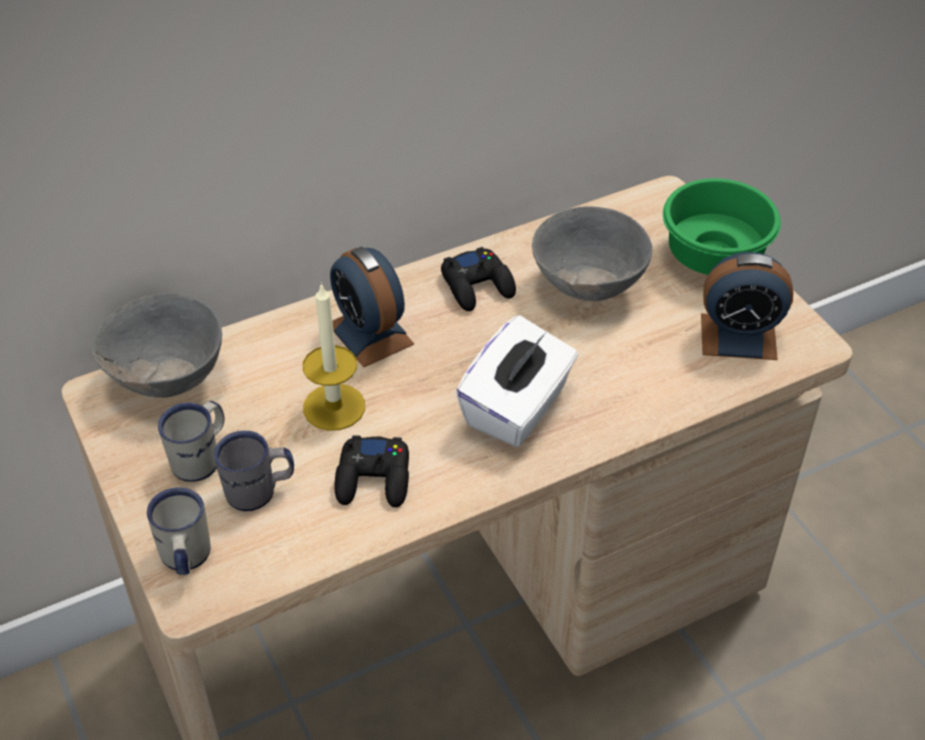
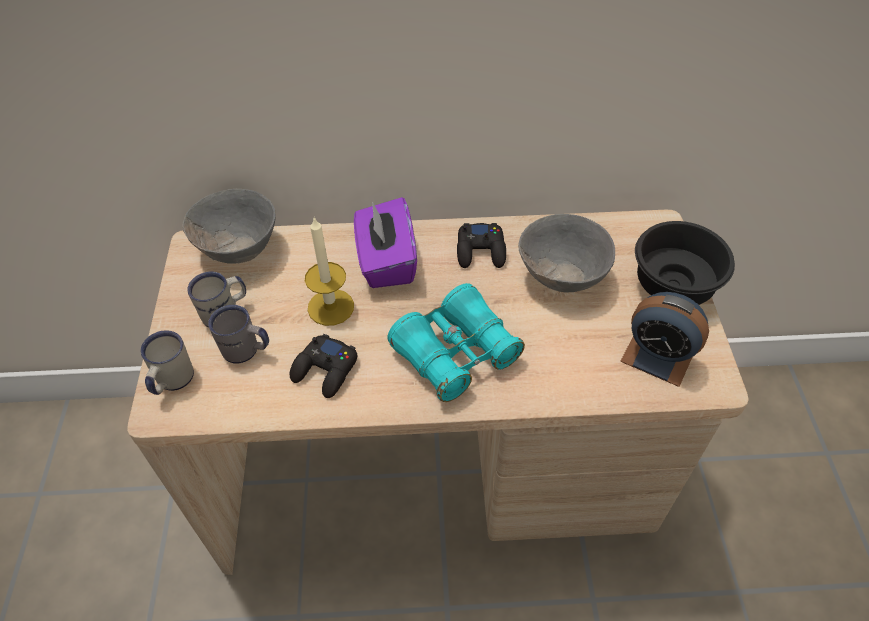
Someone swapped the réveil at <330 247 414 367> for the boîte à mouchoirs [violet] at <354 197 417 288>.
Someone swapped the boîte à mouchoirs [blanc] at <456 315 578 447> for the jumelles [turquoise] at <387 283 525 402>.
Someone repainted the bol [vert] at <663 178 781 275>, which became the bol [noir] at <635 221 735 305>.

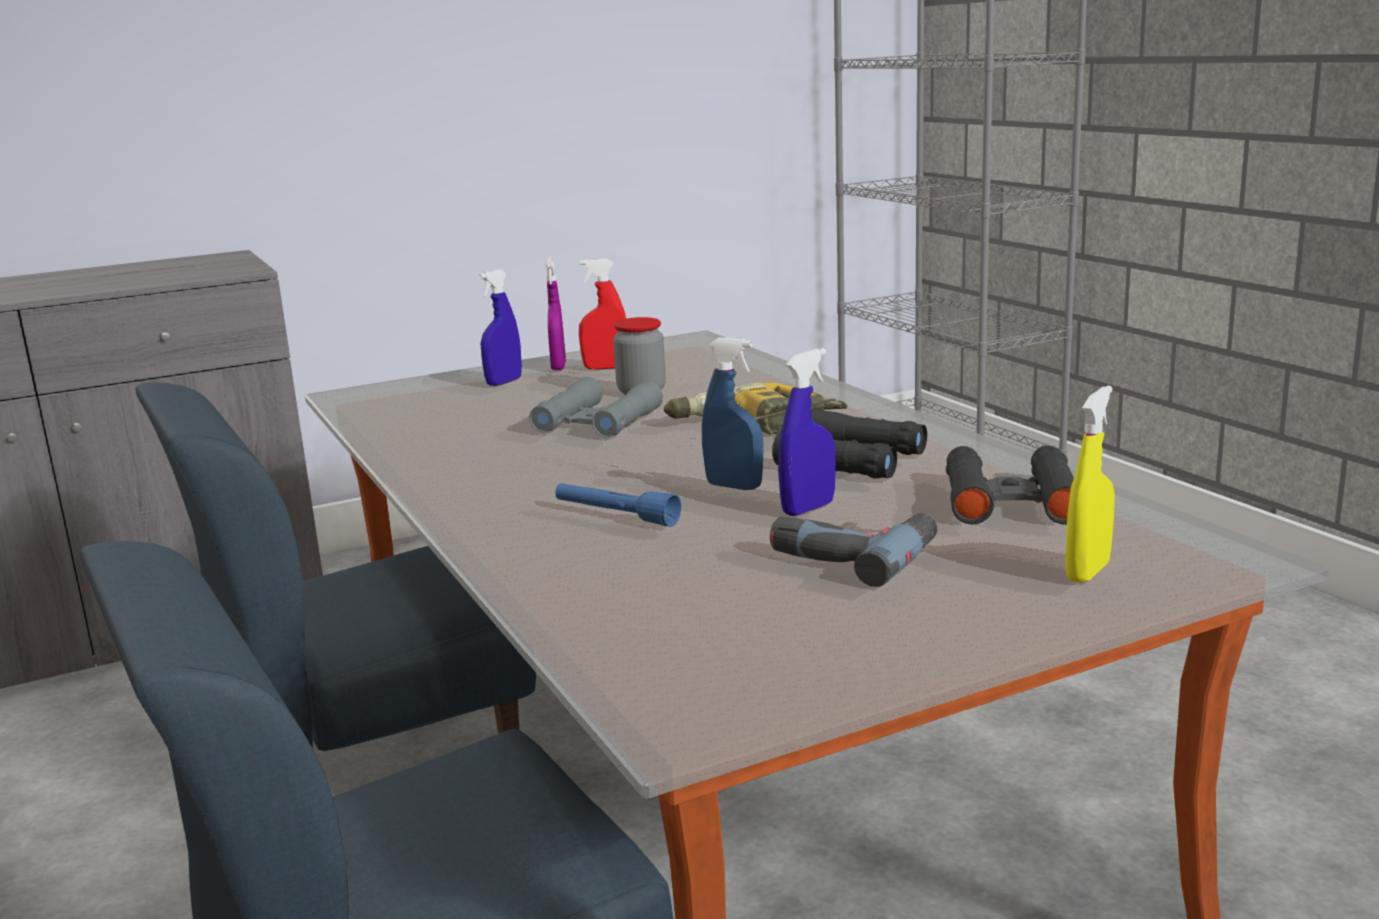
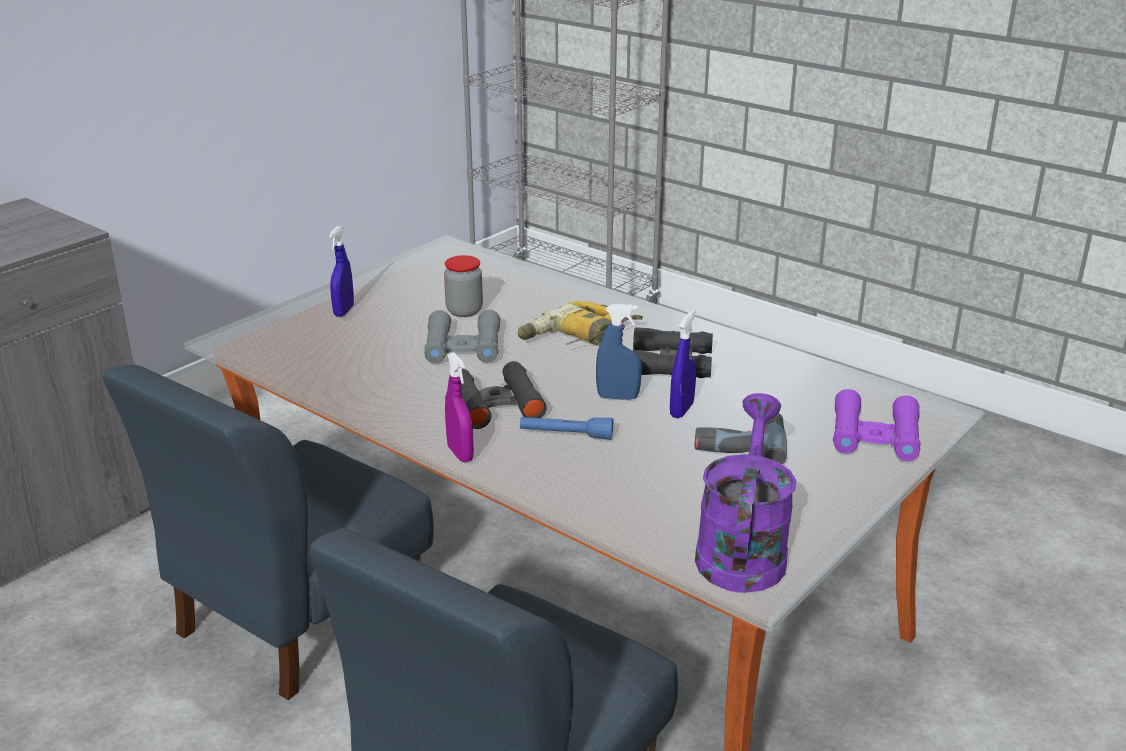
Someone carried the vaporisateur [violet] from <546 258 566 370> to <445 352 474 462>.
Someone carried the jumelles [noir] from <946 446 1074 525> to <461 361 547 429>.
Someone put down the arrosoir [violet] at <695 393 796 593>.
Someone swapped the vaporisateur [jaune] at <1065 385 1115 583> for the jumelles [violet] at <833 389 921 461>.
Someone took away the vaporisateur [rouge] at <579 258 626 370>.

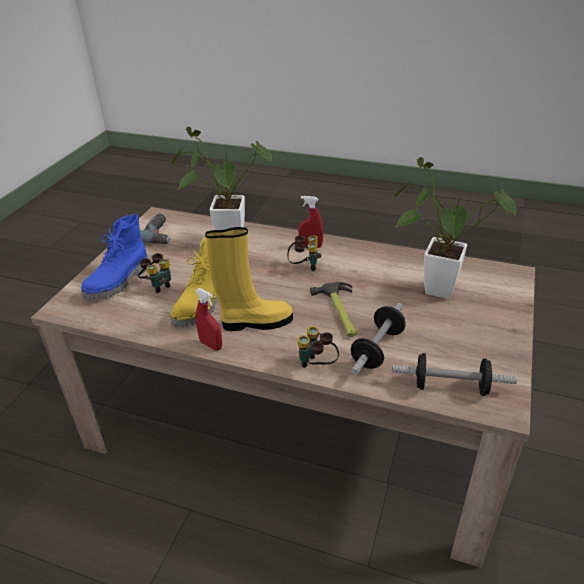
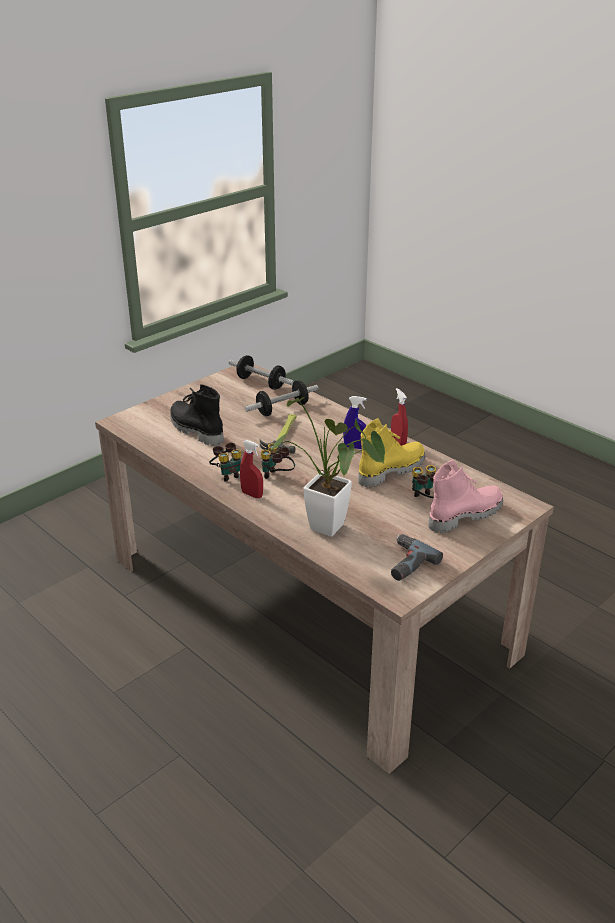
Someone swapped the plante en pot at <393 157 516 299> for the botte [noir] at <170 384 224 446>.
Someone carried the jumelles from <298 326 339 368> to <209 443 241 482>.
Someone swapped the botte [jaune] at <205 227 293 331> for the vaporisateur [bleu] at <343 396 367 449>.
Someone repainted the botte [bleu] at <81 214 148 300>, which became the botte [rose] at <428 460 503 533>.

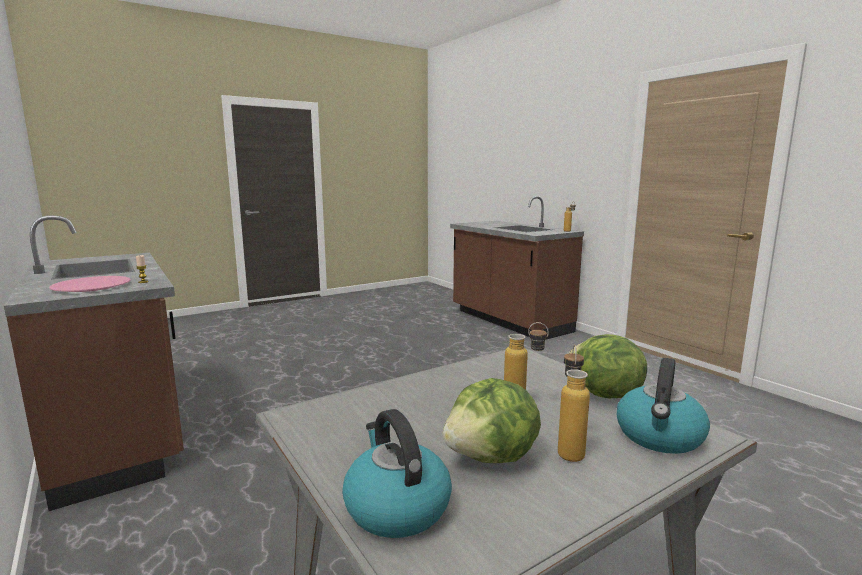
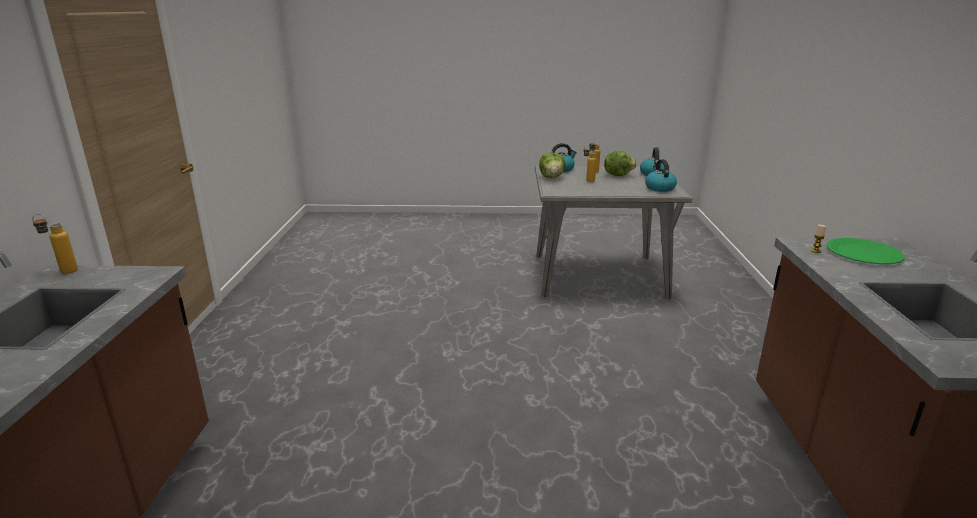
Someone put down the bouilloire at <645 159 677 192>.
Someone repainted the assiette [rose] at <49 276 131 292>, which became the assiette [vert] at <826 238 905 264>.

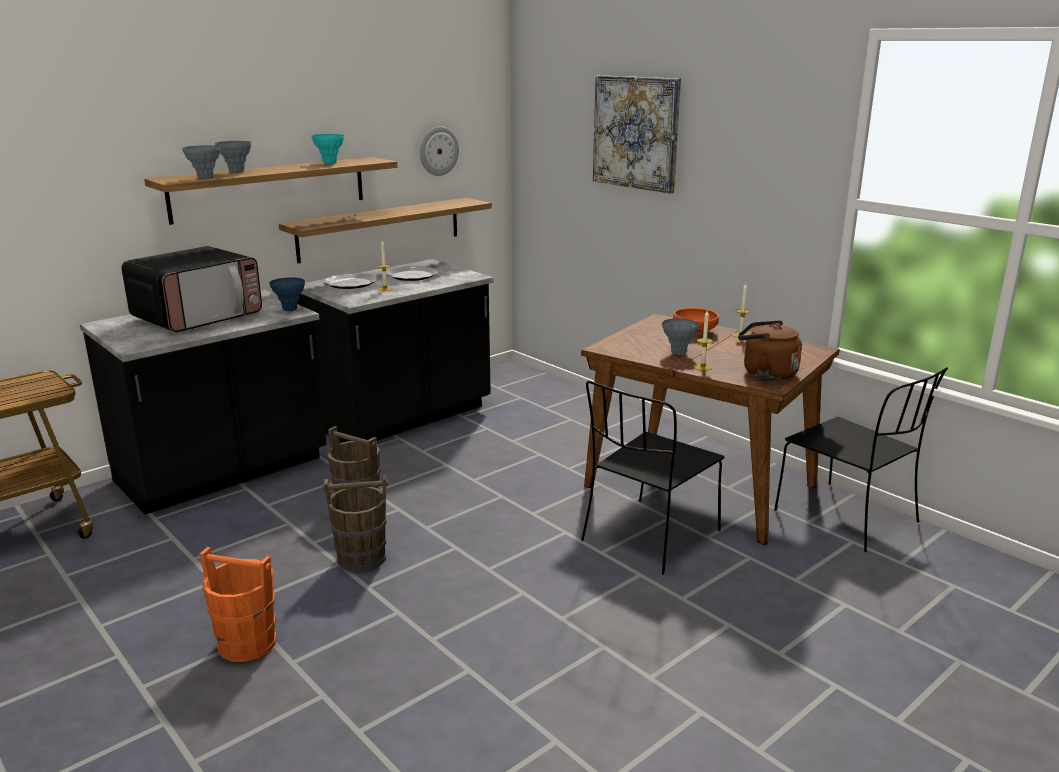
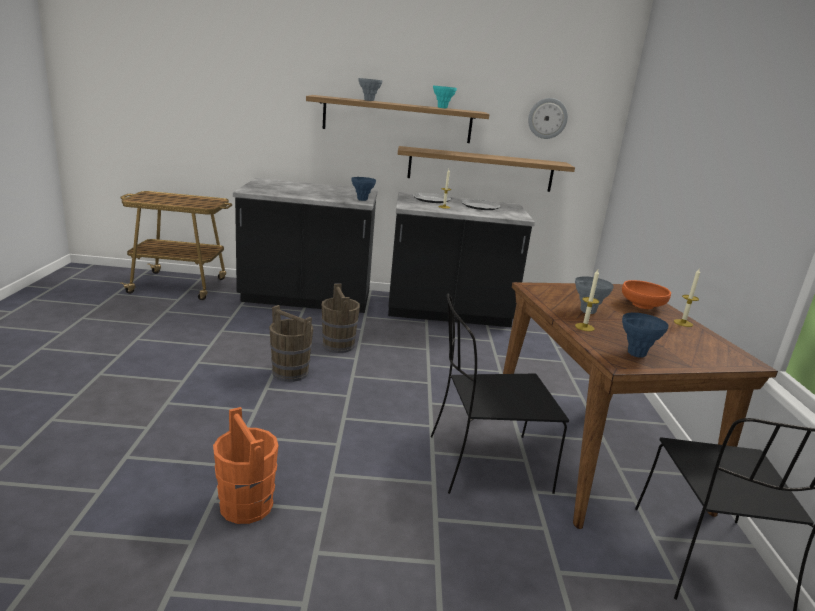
Someone carried the seau [orange] from <199 547 276 662> to <213 407 278 524>.
Someone swapped the bouilloire [marron] at <738 320 802 380> for the vase [bleu] at <622 313 668 358>.
Someone took away the micro-ondes at <121 246 262 332>.
Someone took away the vase [gris] at <182 145 220 179>.
Someone took away the tableau at <593 75 681 194>.

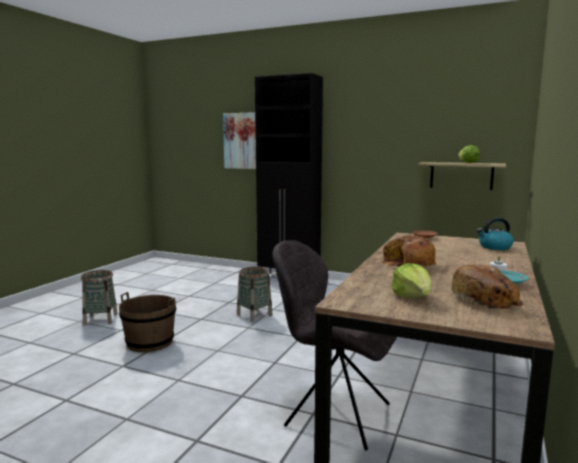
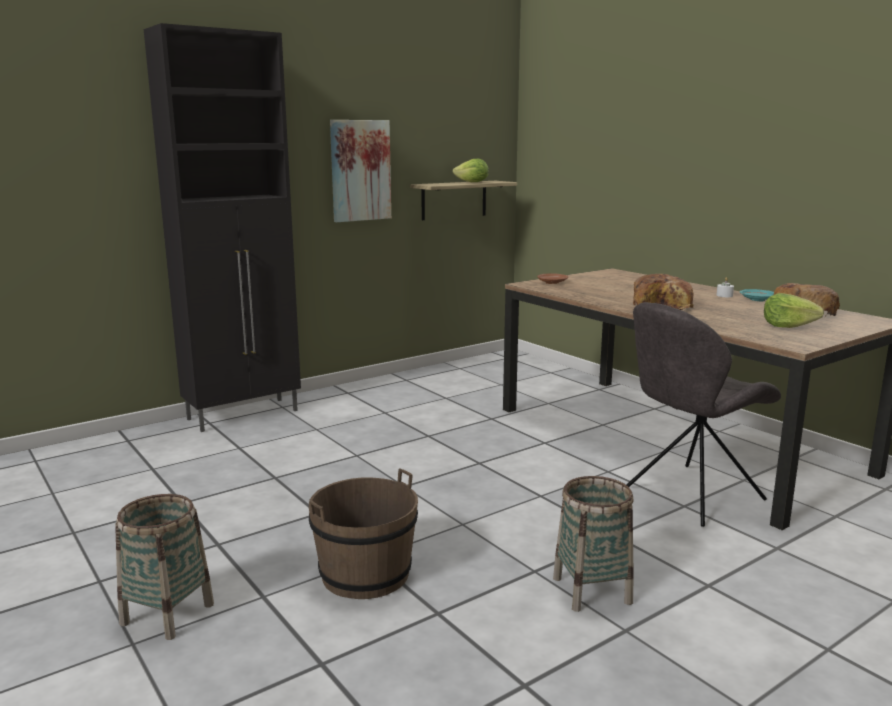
Someone carried the tableau from <223 112 256 169> to <330 120 391 222>.
Someone carried the panier from <237 267 273 322> to <553 476 634 612>.
Someone took away the bouilloire at <477 218 514 250>.

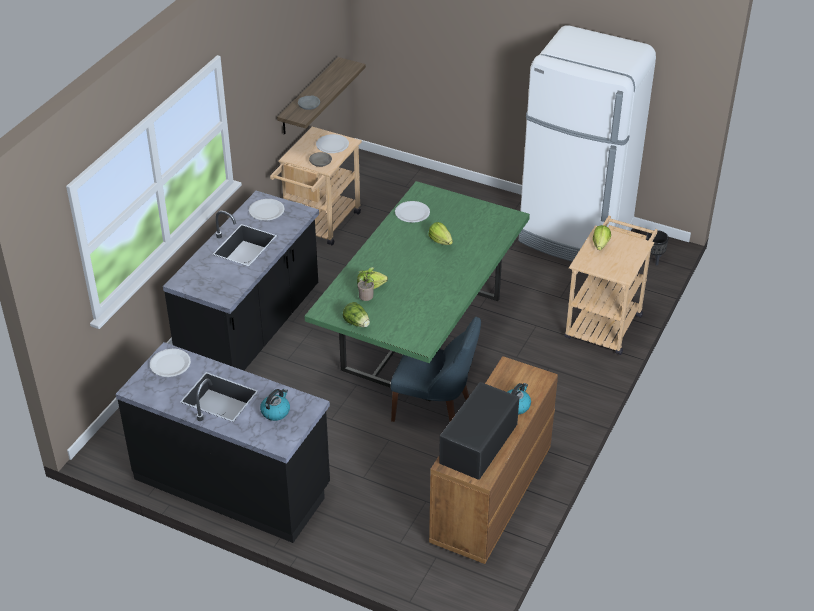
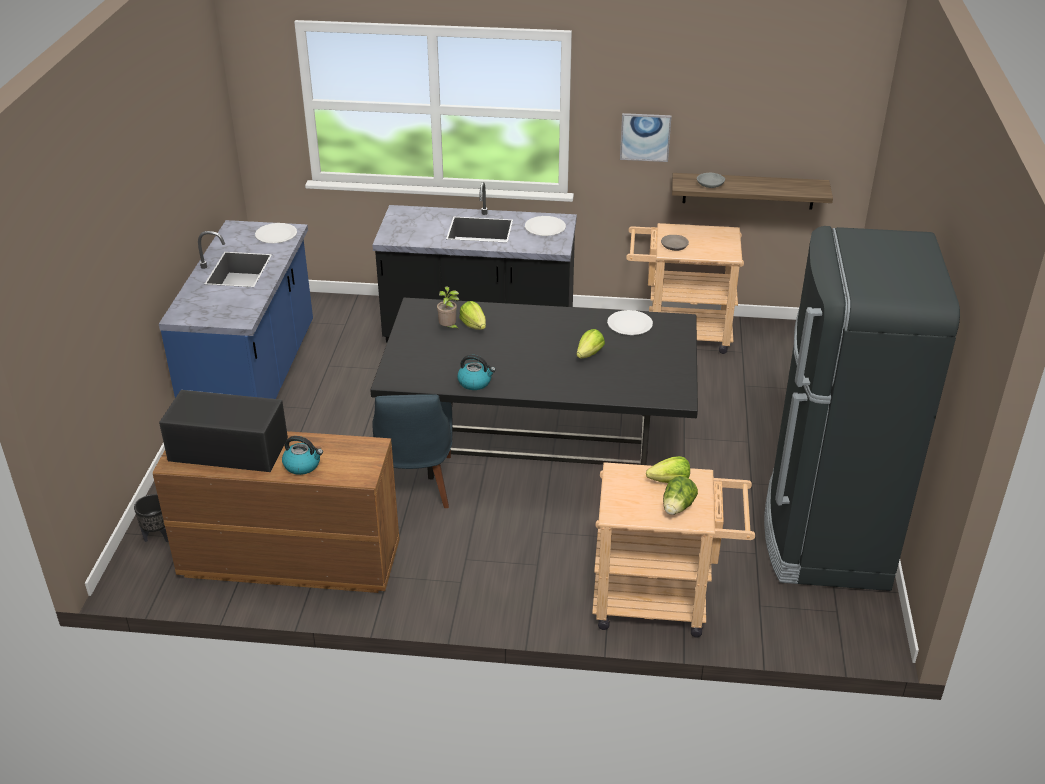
Someone carried the cache-pot [noir] from <646 230 669 266> to <134 494 169 542>.
Someone repainted the comptoir de cuisine [noir] at <115 342 330 543>, which became the comptoir de cuisine [bleu] at <159 220 313 399>.
Someone repainted the table à manger [vert] at <304 181 530 402>, which became the table à manger [noir] at <370 298 698 480>.
Someone carried the bouilloire from <260 389 290 421> to <457 355 496 390>.
Someone put up the tableau at <620 113 672 162>.
Someone carried the laitue from <343 302 370 327> to <663 476 698 515>.
Someone repainted the réfrigérateur [blanc] at <518 26 656 261>, which became the réfrigérateur [noir] at <764 226 960 591>.
Someone took away the assiette [blanc] at <316 134 349 153>.

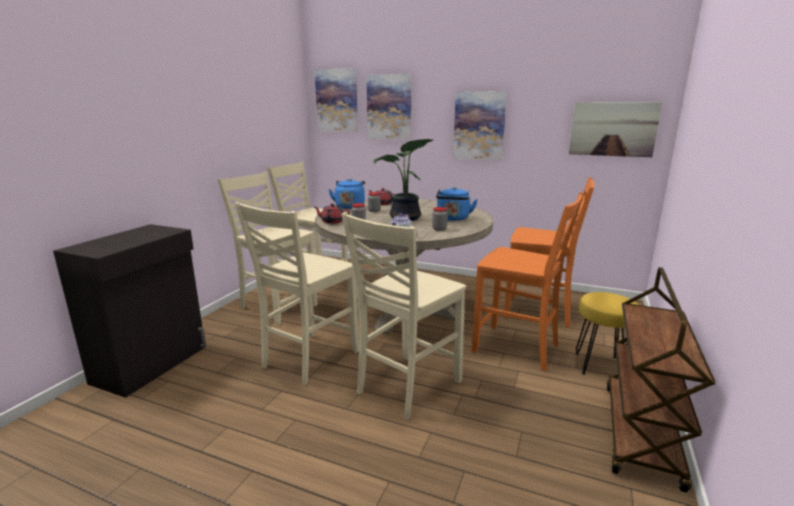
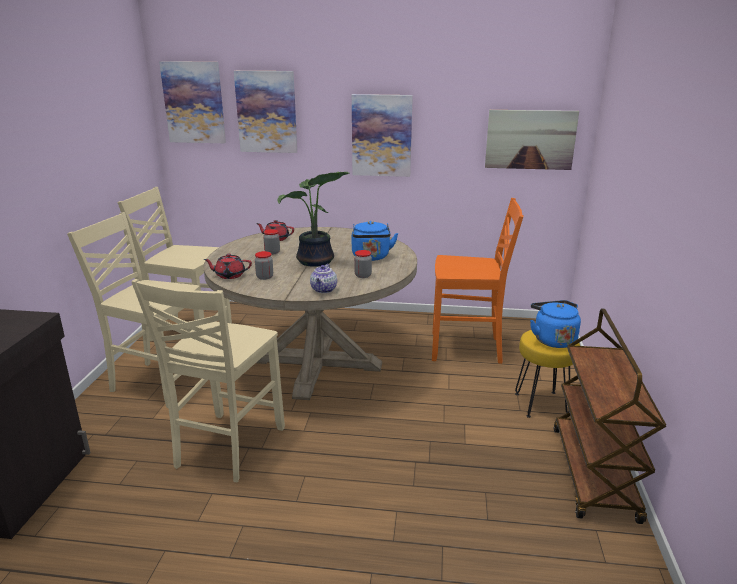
Someone carried the bouilloire [bleu] from <328 179 365 209> to <530 300 581 348>.
Someone took away the chaise [beige] at <341 213 466 420>.
Someone took away the chaise [orange] at <472 192 584 371>.

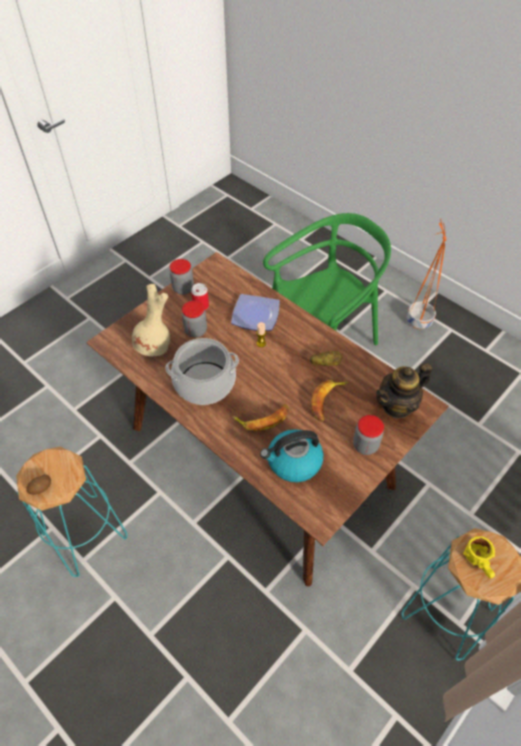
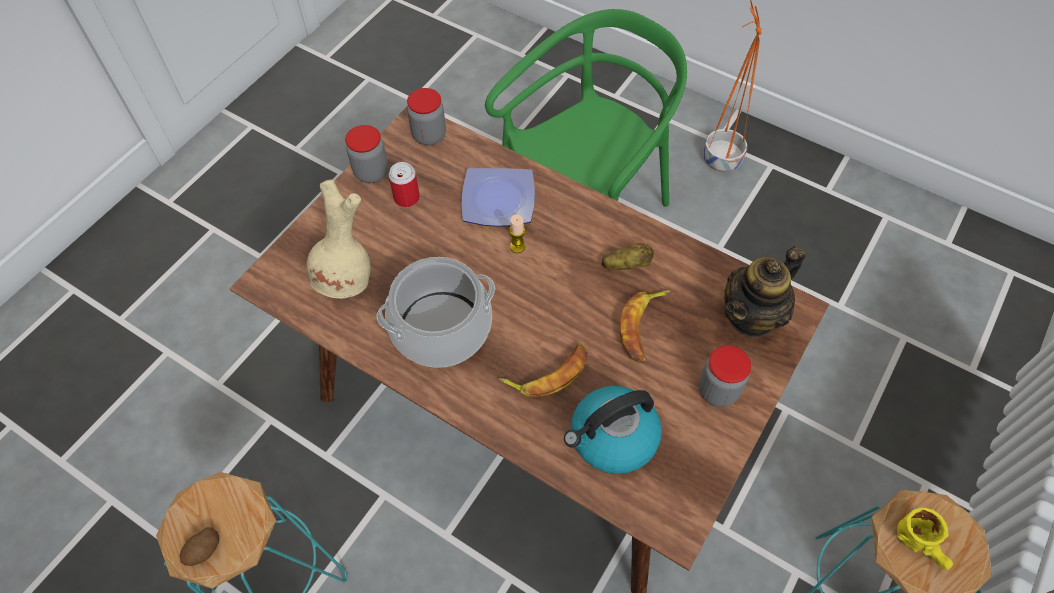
Someone carried the bocal from <182 301 207 338> to <407 88 446 145>.

